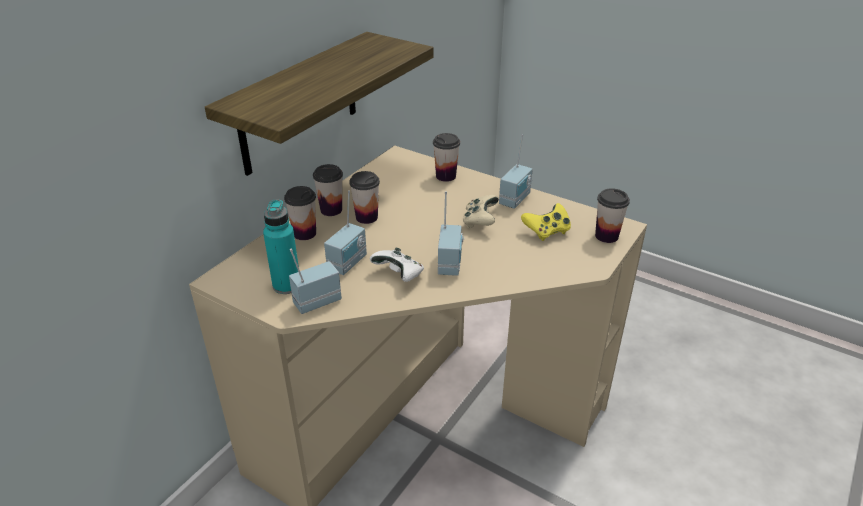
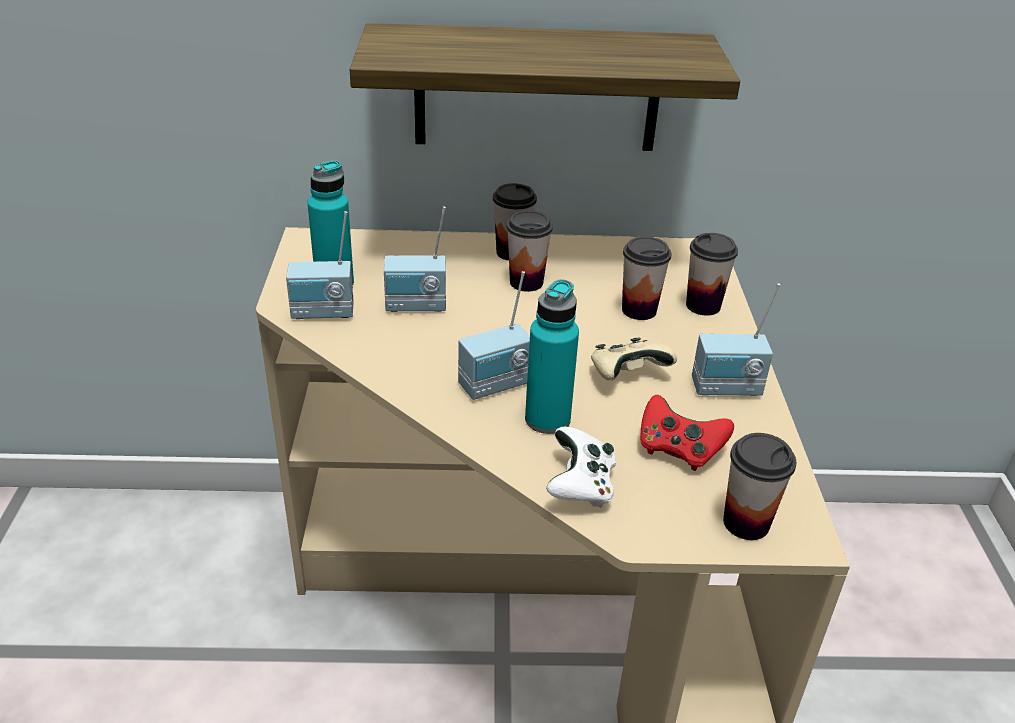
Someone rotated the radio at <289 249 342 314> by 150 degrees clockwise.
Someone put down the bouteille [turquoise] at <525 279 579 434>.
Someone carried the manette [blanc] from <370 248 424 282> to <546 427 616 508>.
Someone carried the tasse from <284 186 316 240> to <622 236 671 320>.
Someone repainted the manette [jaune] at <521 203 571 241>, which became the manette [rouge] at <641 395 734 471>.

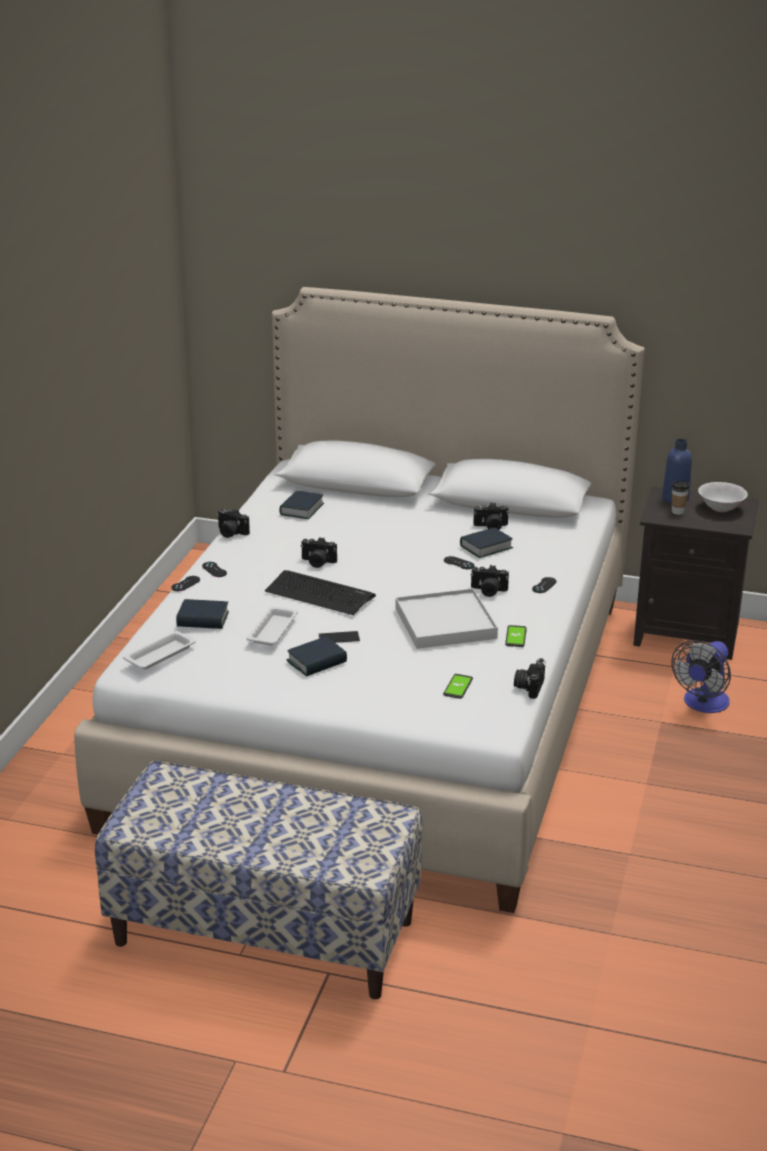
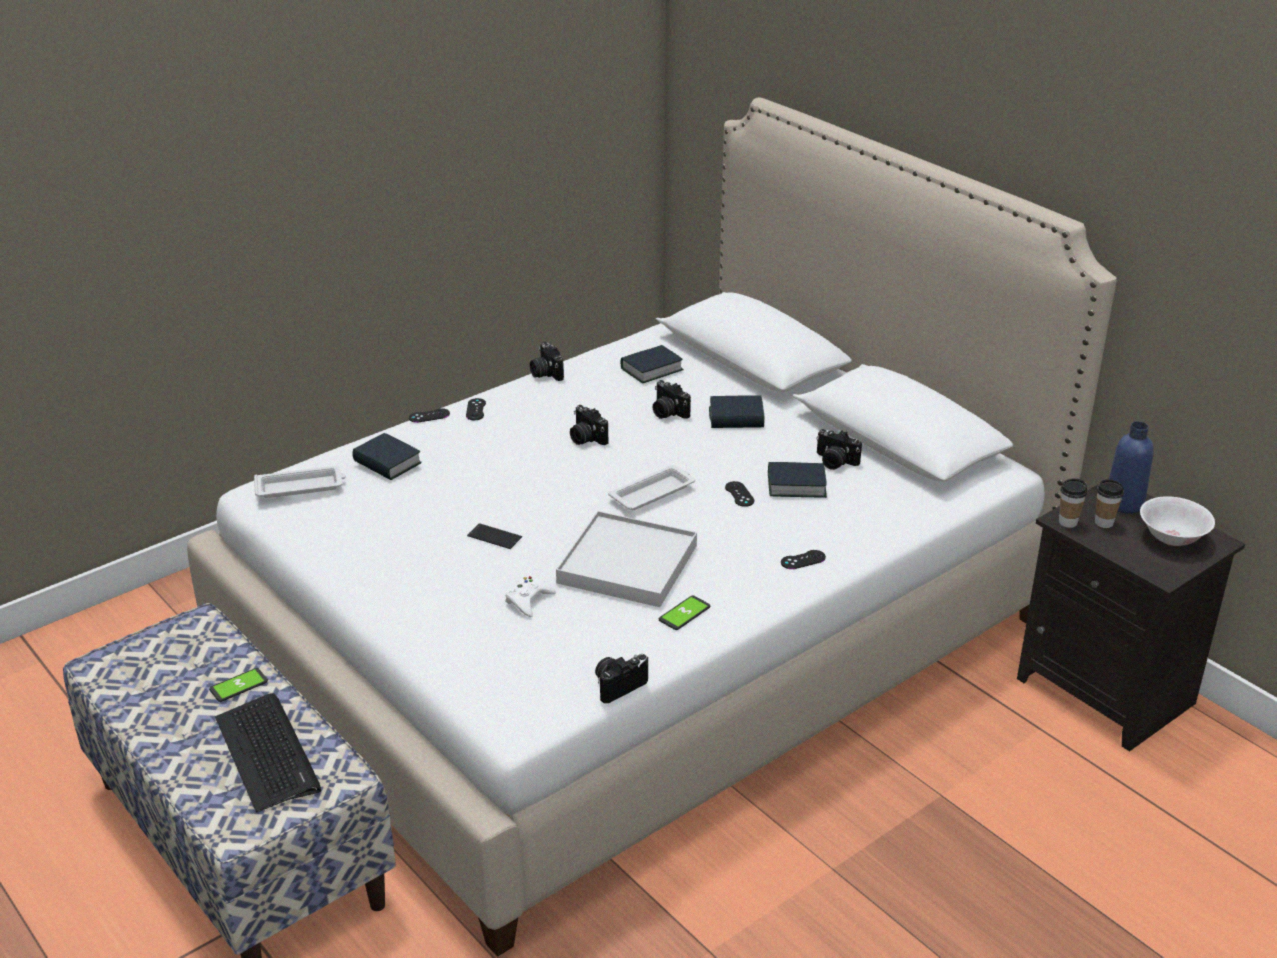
Someone carried the téléphone from <443 674 473 699> to <209 668 268 702>.
Someone carried the clavier from <265 570 376 615> to <215 693 321 813>.
Someone put down the manette [blanc] at <505 576 556 617>.
Someone carried the plateau [blanc] from <246 606 298 646> to <608 465 695 510>.
Someone carried the appareil photo from <471 565 509 597> to <653 380 691 419>.
Someone carried the livre from <287 636 347 676> to <709 395 764 428>.
Someone put down the tasse at <1059 478 1087 528>.
Someone took away the ventilateur at <671 640 731 713>.

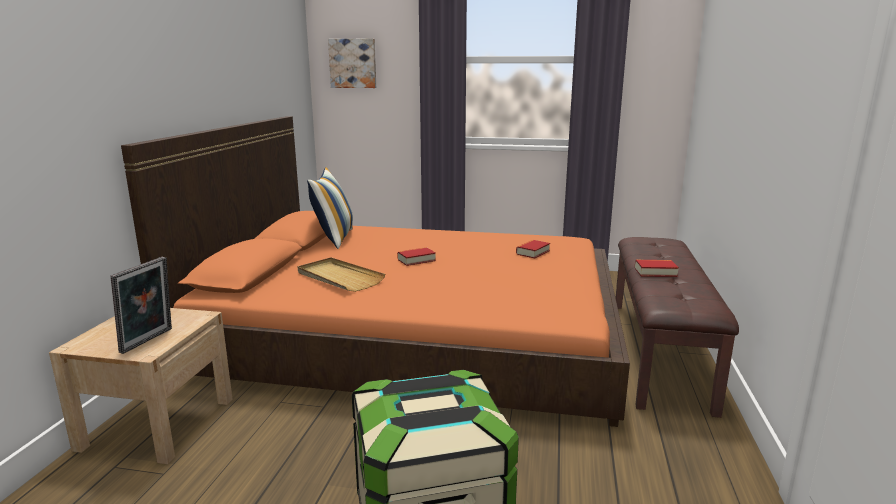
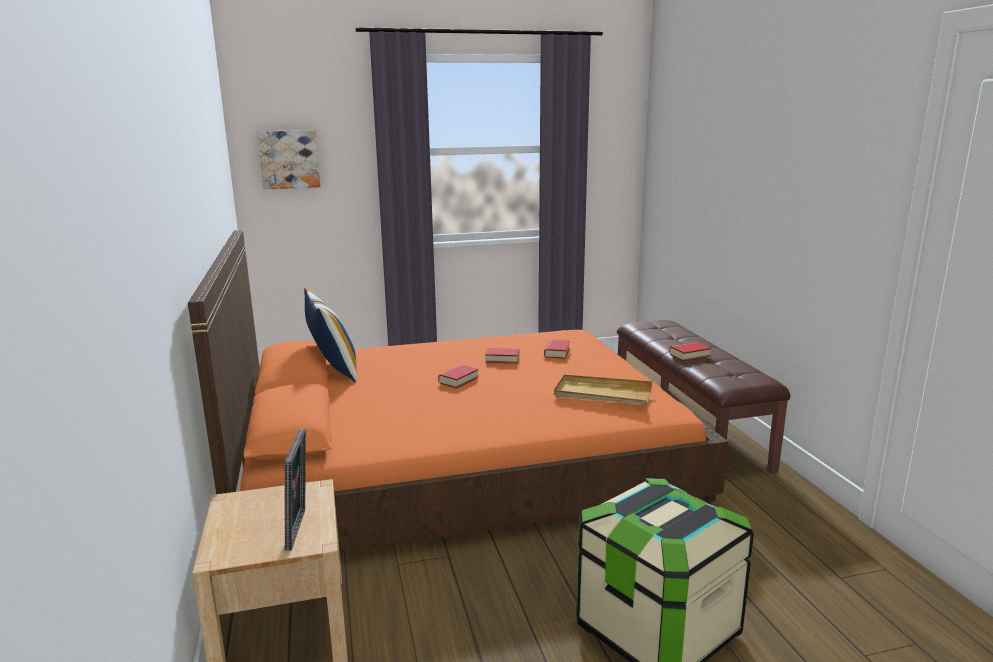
Someone put down the livre at <485 348 519 364>.
Someone carried the plateau [beige] from <297 257 385 292> to <554 374 652 404>.

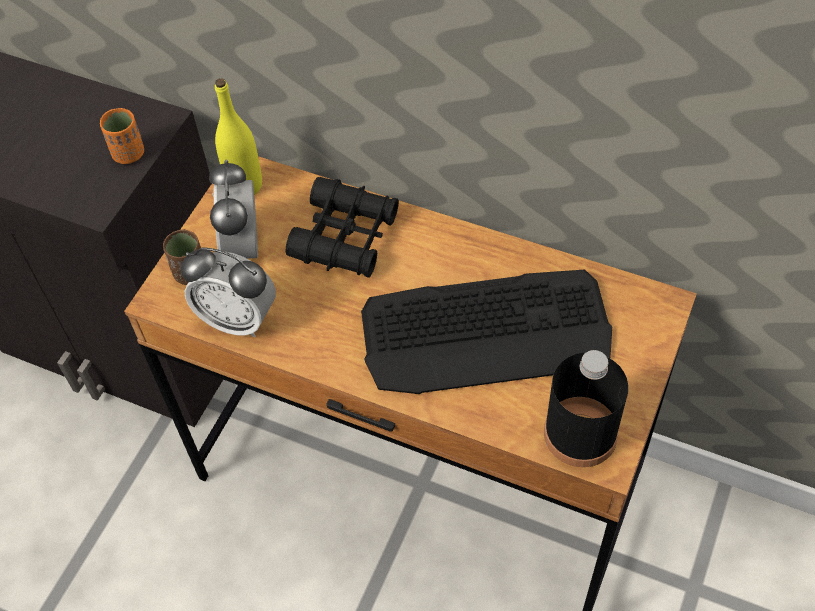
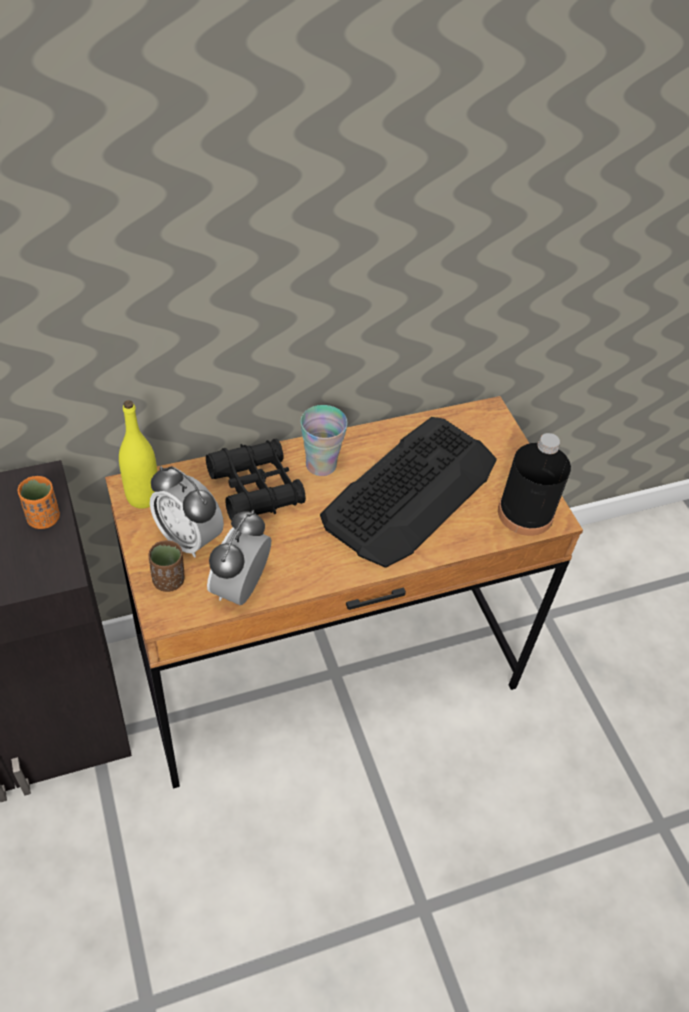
Someone rotated the réveil at <181 248 276 337> by 135 degrees clockwise.
Someone put down the tasse at <301 405 348 476>.

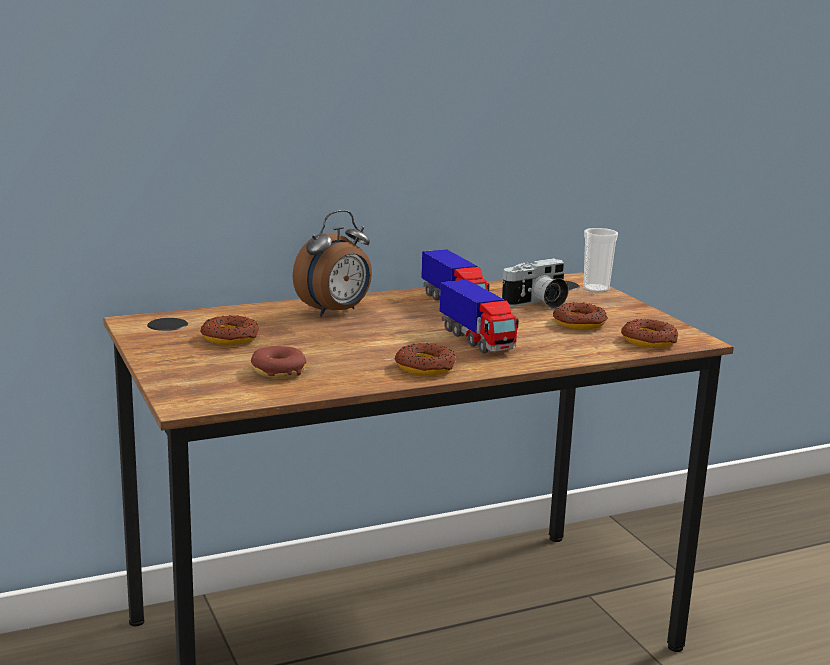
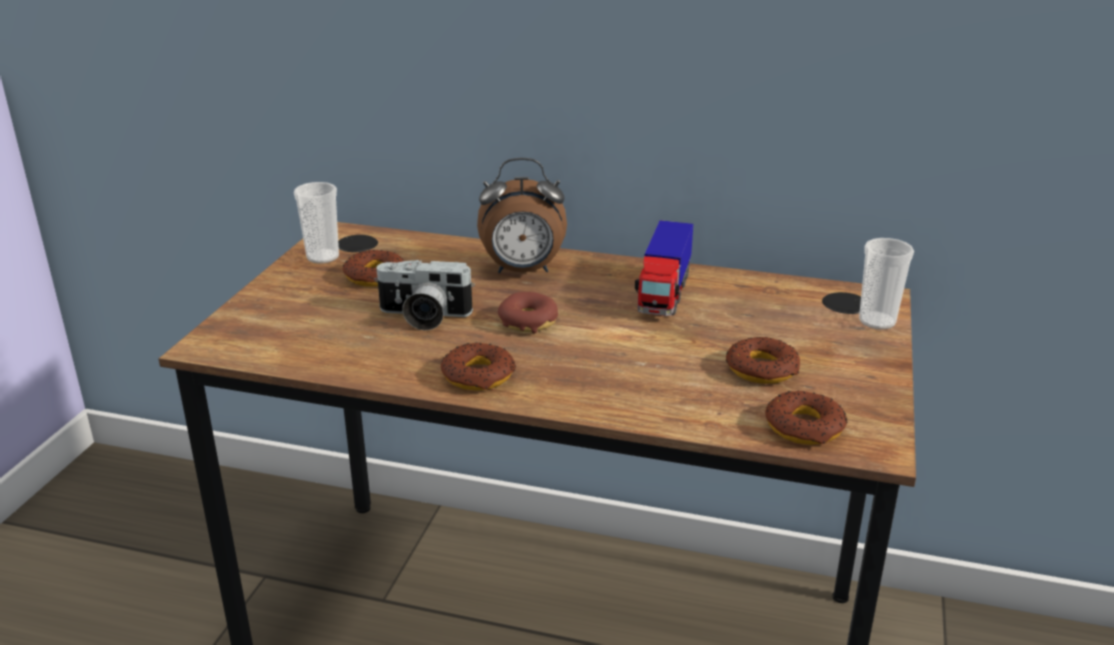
Someone put down the tasse at <294 182 339 264>.
Someone carried the appareil photo from <502 258 569 309> to <374 260 475 330>.
Someone carried the beignet from <251 346 306 378> to <498 292 558 333>.
Someone took away the camion jouet at <440 280 519 354>.

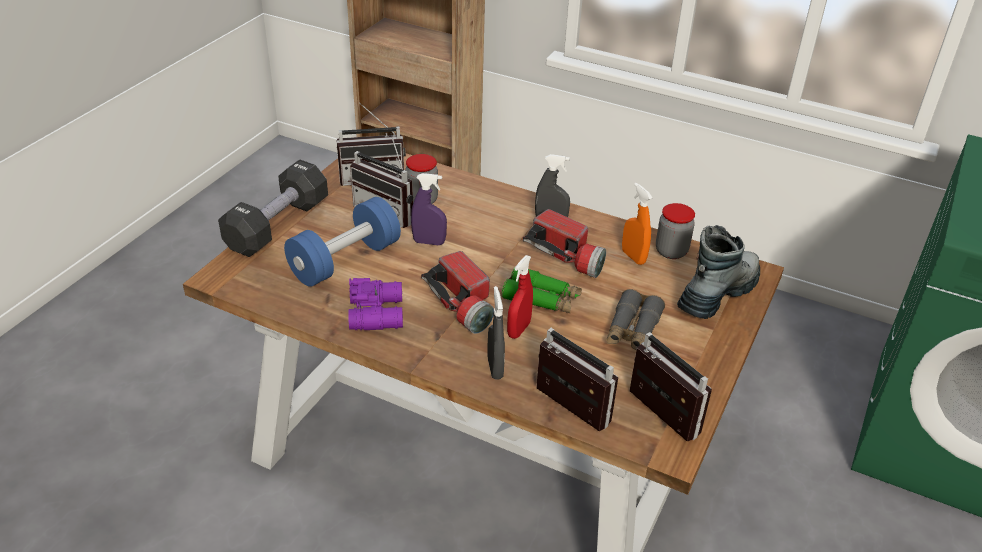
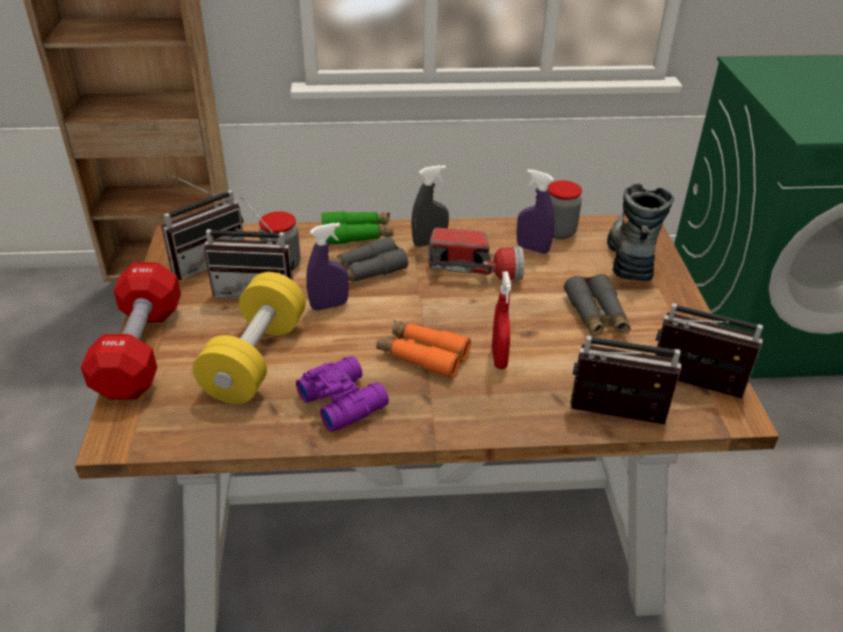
Someone repainted the haltère [noir] at <218 159 328 257>, which became the haltère [rouge] at <81 262 181 400>.
Someone repainted the haltère [bleu] at <284 197 401 287>, which became the haltère [jaune] at <193 272 306 404>.
Someone carried the jumelles [vert] from <502 266 582 313> to <321 211 393 244>.
Someone put down the jumelles [gris] at <329 236 408 282>.
Someone swapped the lampe de poche at <421 251 494 334> for the jumelles [orange] at <376 320 471 378>.
Someone repainted the vaporisateur [orange] at <622 183 652 265>, which became the vaporisateur [violet] at <517 169 555 254>.
Someone took away the vaporisateur [gris] at <487 286 505 380>.

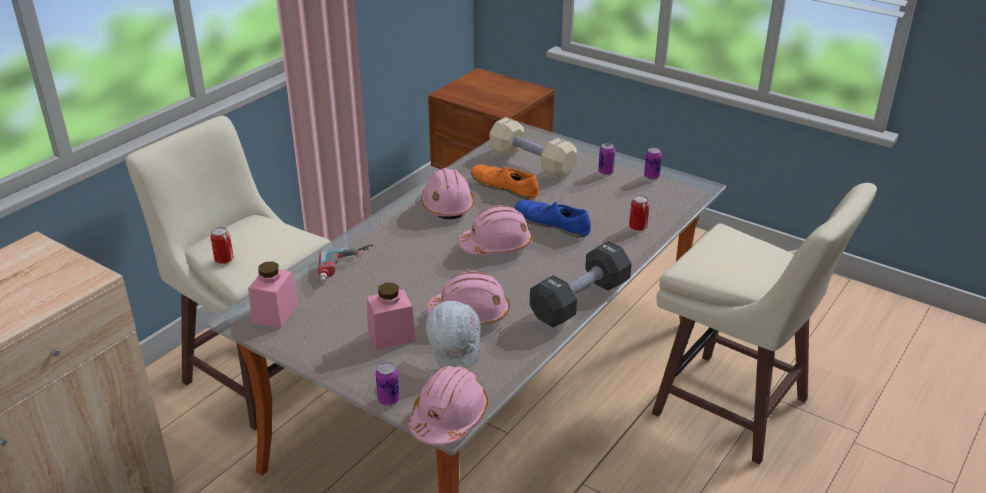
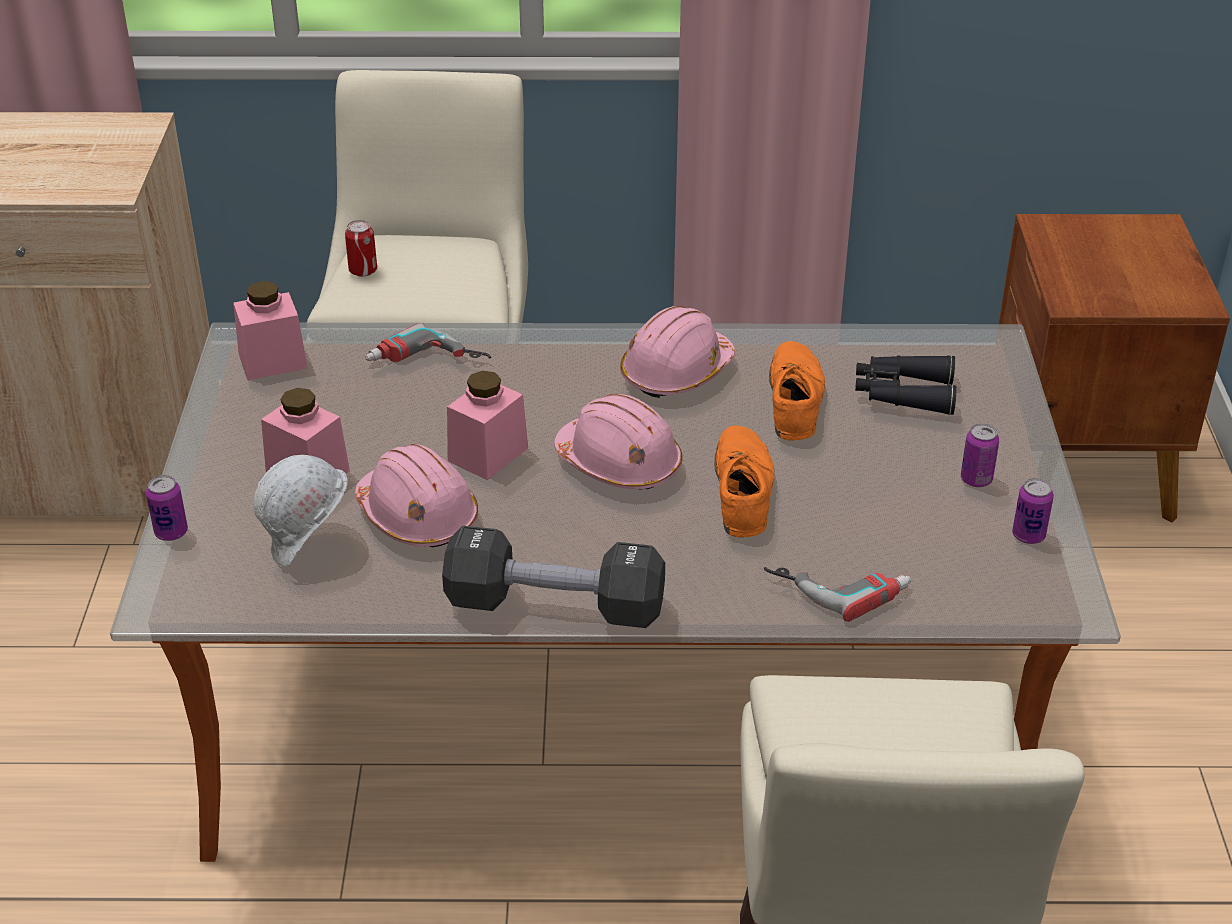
Someone put down the bocal [rose] at <447 371 528 480>.
Someone repainted the chaussure [bleu] at <515 200 591 238>, which became the chaussure [orange] at <714 425 775 538>.
Someone swapped the boîte métallique at <629 195 650 231> for the perceuse at <764 567 911 622>.
Someone swapped the haltère [beige] at <489 117 577 179> for the jumelles [noir] at <855 355 956 415>.
Someone took away the casque de chantier [rose] at <409 366 489 445>.

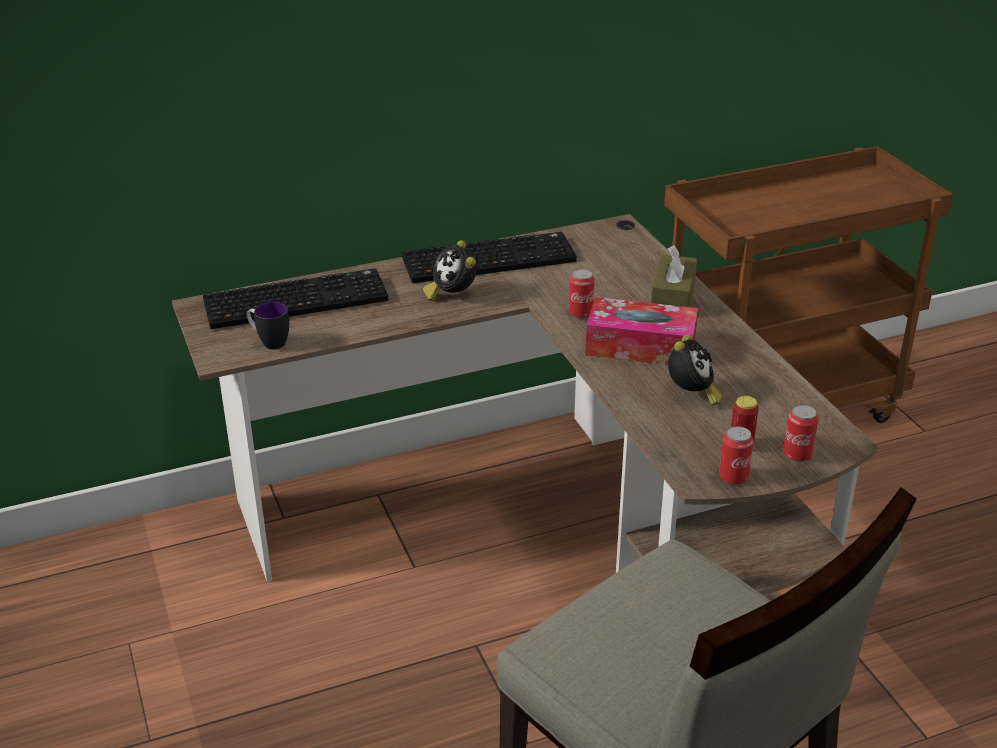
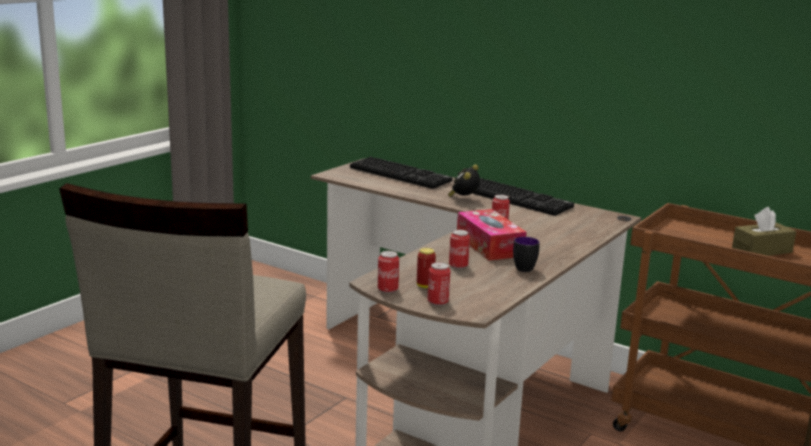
Someone swapped the réveil at <668 334 722 405> for the boîte métallique at <449 230 470 269>.
Someone carried the mug from <247 302 289 350> to <513 237 539 272>.
Someone carried the boîte à mouchoirs [marron] from <651 245 697 307> to <732 207 796 256>.

